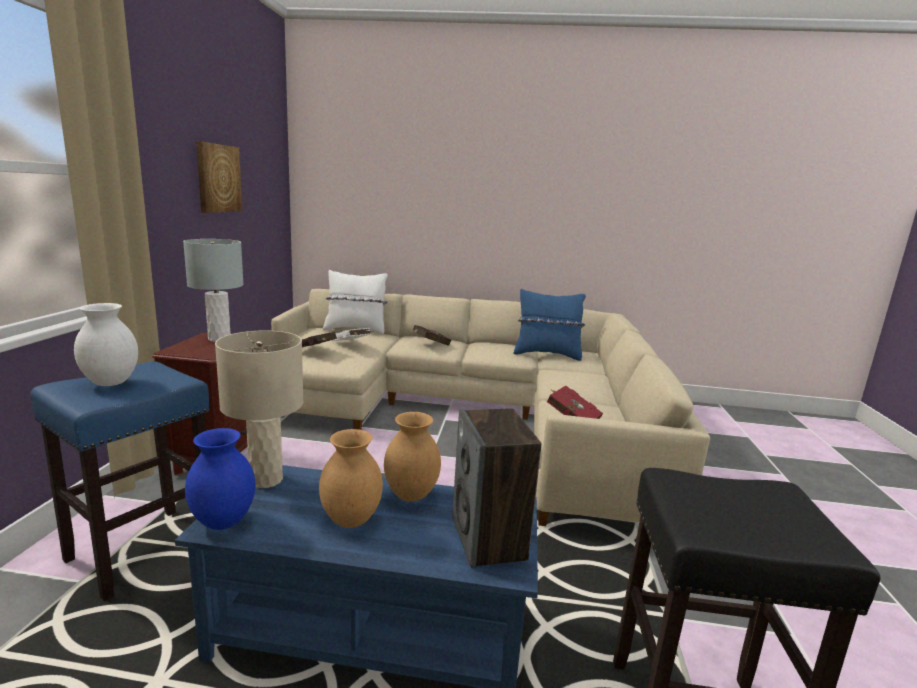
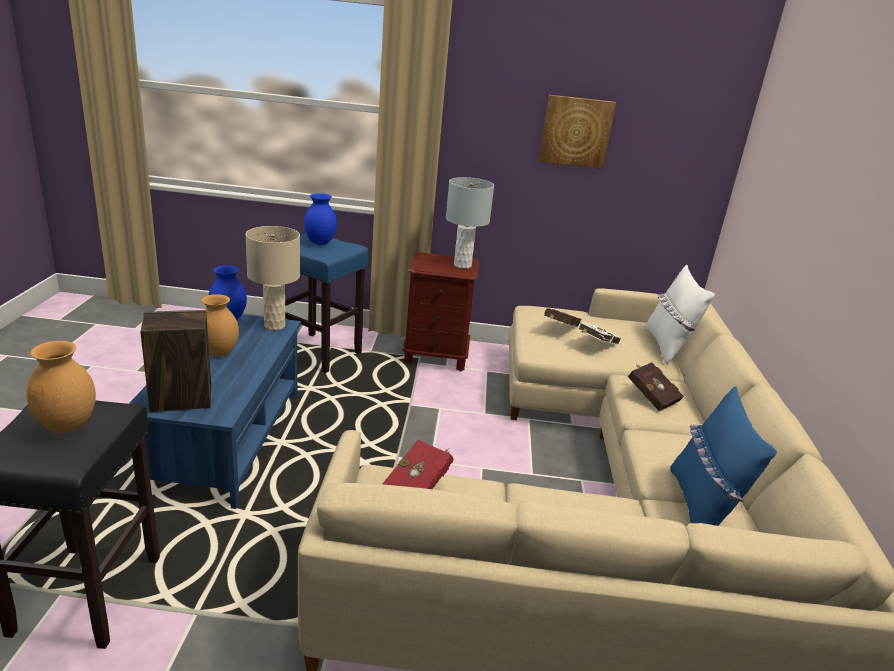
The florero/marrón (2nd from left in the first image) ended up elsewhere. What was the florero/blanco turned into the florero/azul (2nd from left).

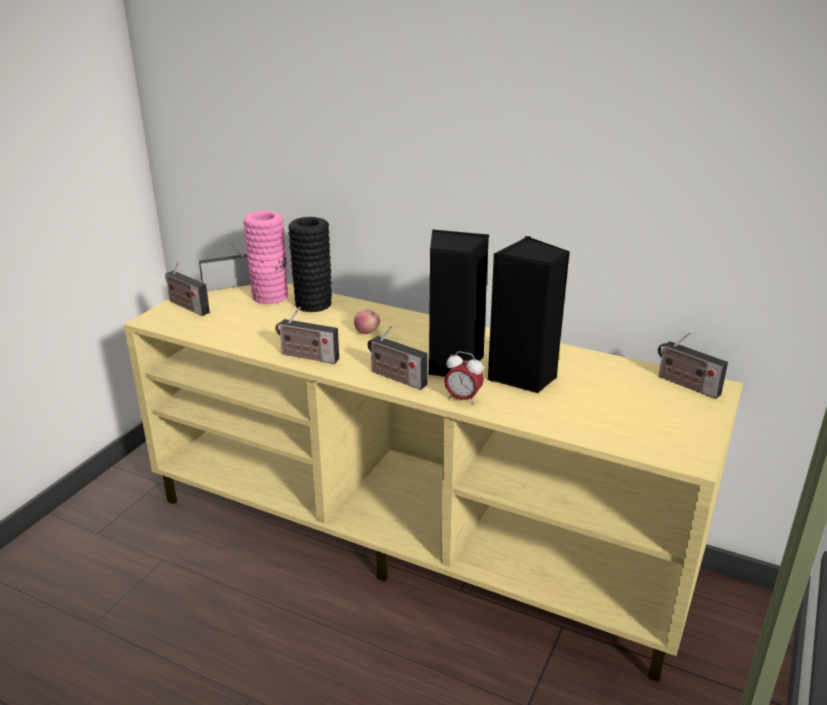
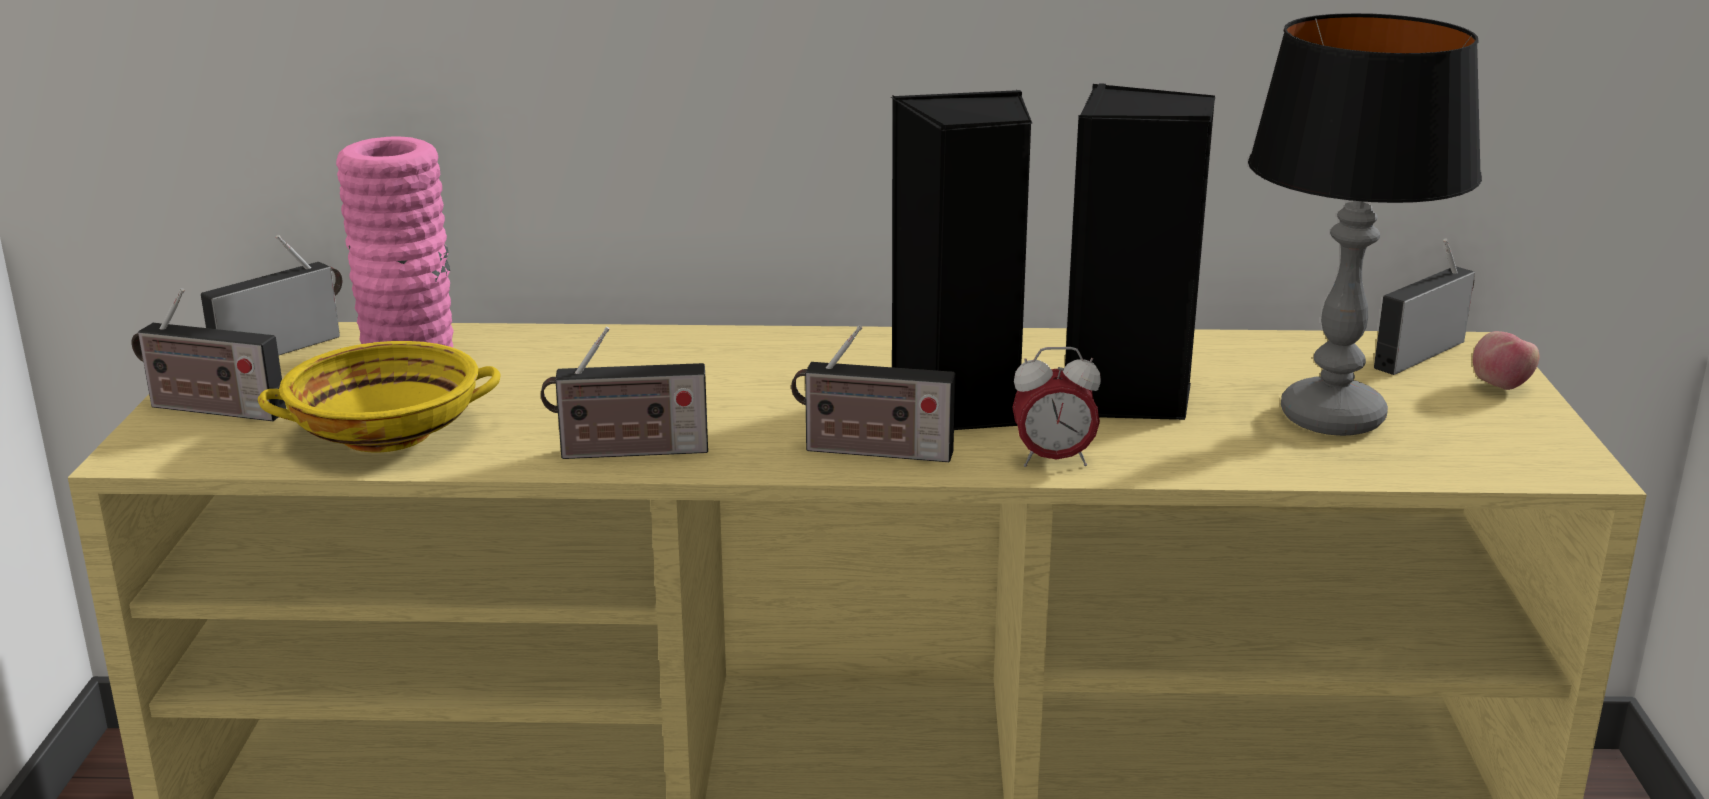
The second view lost the florero/negro. The second view gained the cuenco/amarillo. The second view gained the lámpara de mesa. The manzana ended up elsewhere. The radio (5th from left) ended up facing another way, 120 degrees clockwise from before.

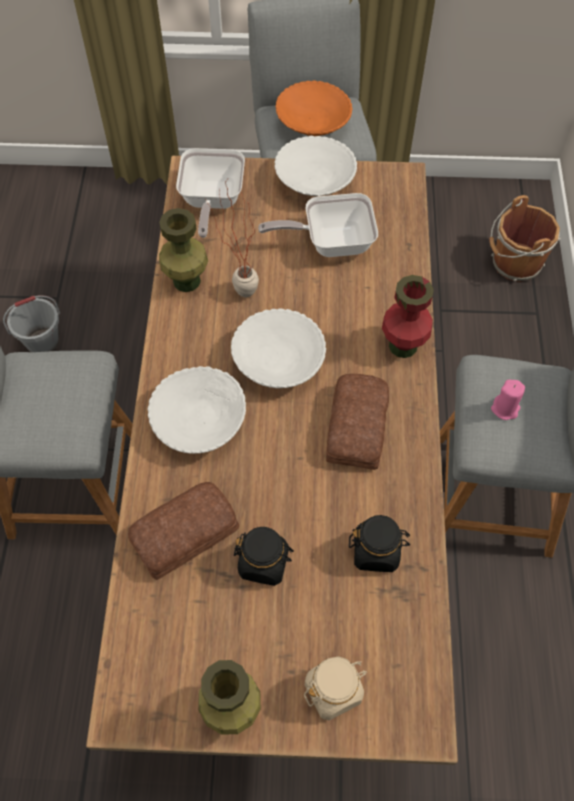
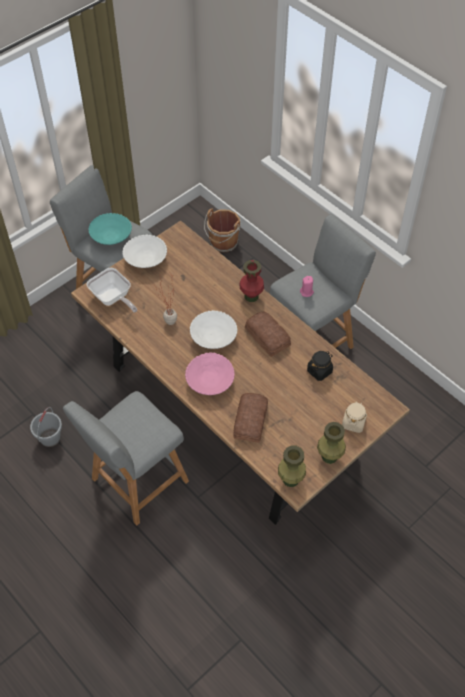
The second view lost the tarro/negro (1st from left). The second view lost the sartén (2nd from left). The florero/verde (1st from left) ended up elsewhere. What was the cuenco/blanco (1st from left) turned into the cuenco/rosa. What was the cuenco/naranja turned into the cuenco/turquesa.

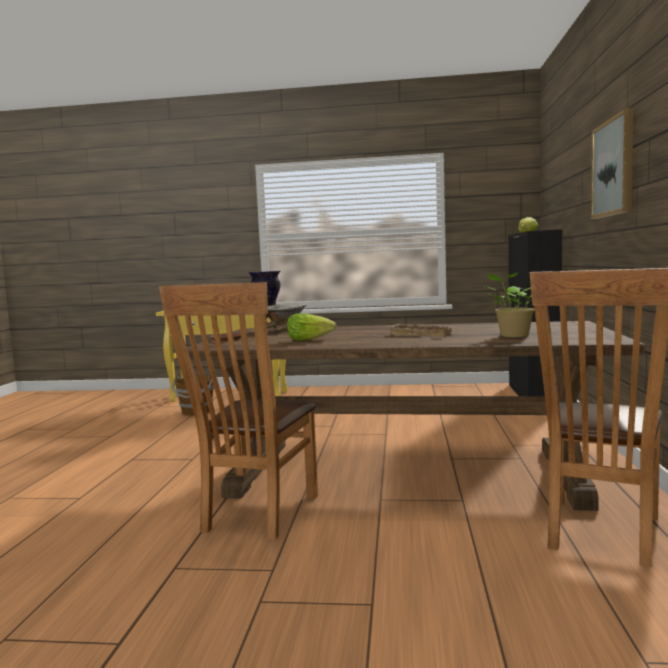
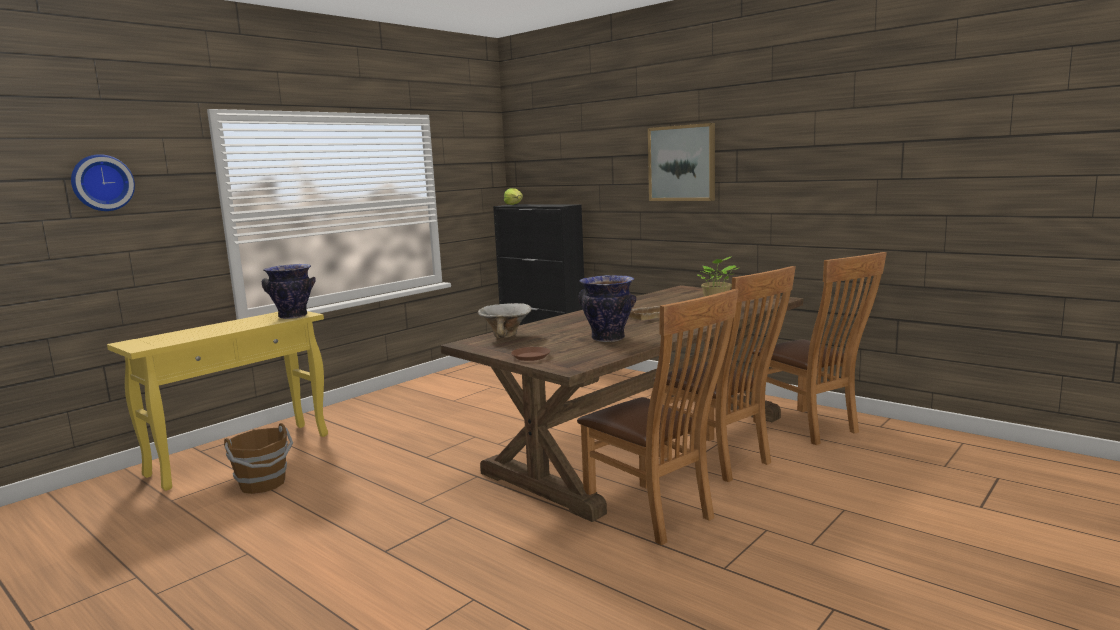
The second view gained the reloj de pared. The second view gained the silla/marrón (2nd from left). Where the lechuga (1st from left) stood, the florero (2nd from left) came to stand.

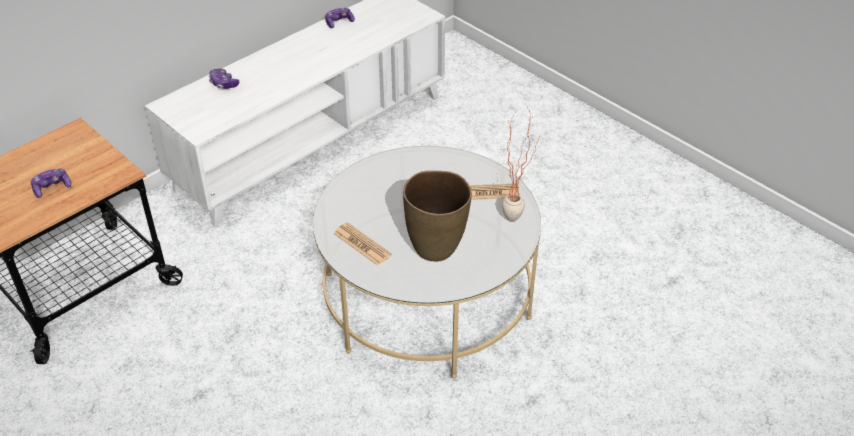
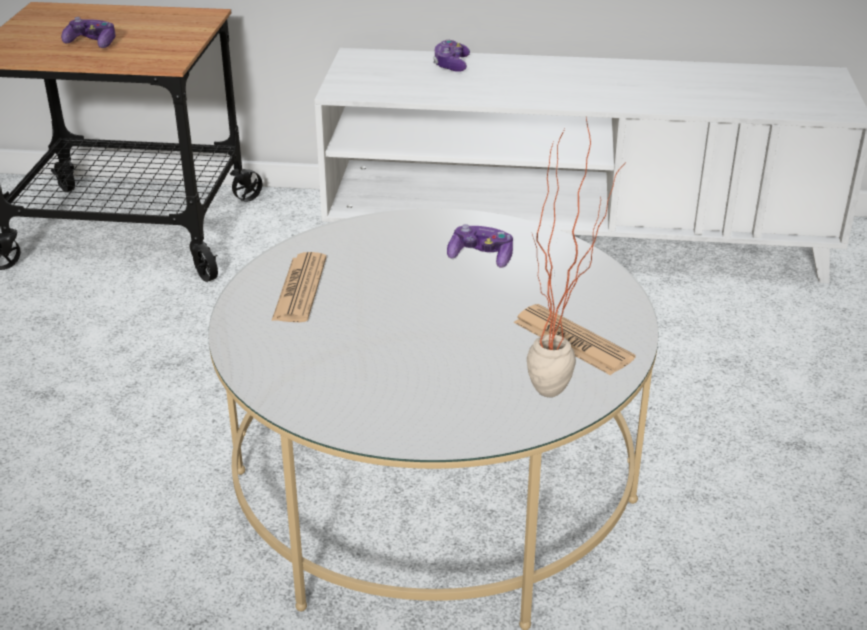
The second view lost the florero/marrón. The mando de consola (3rd from left) ended up elsewhere.

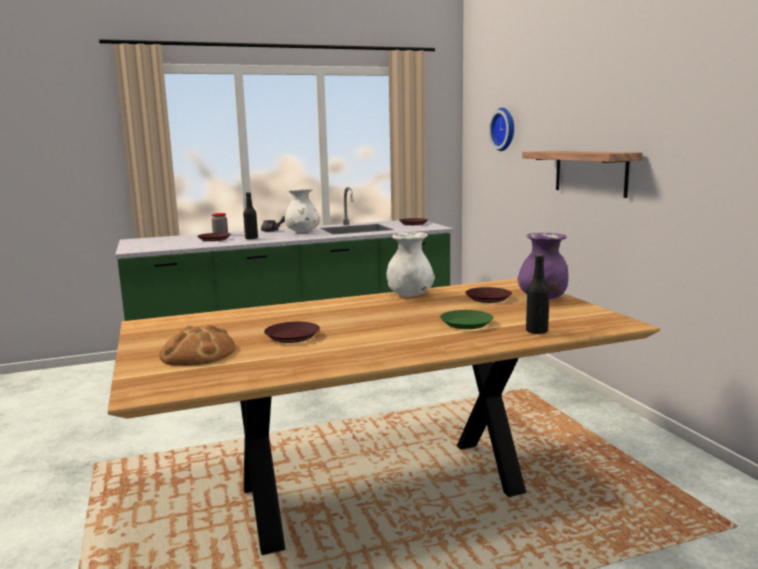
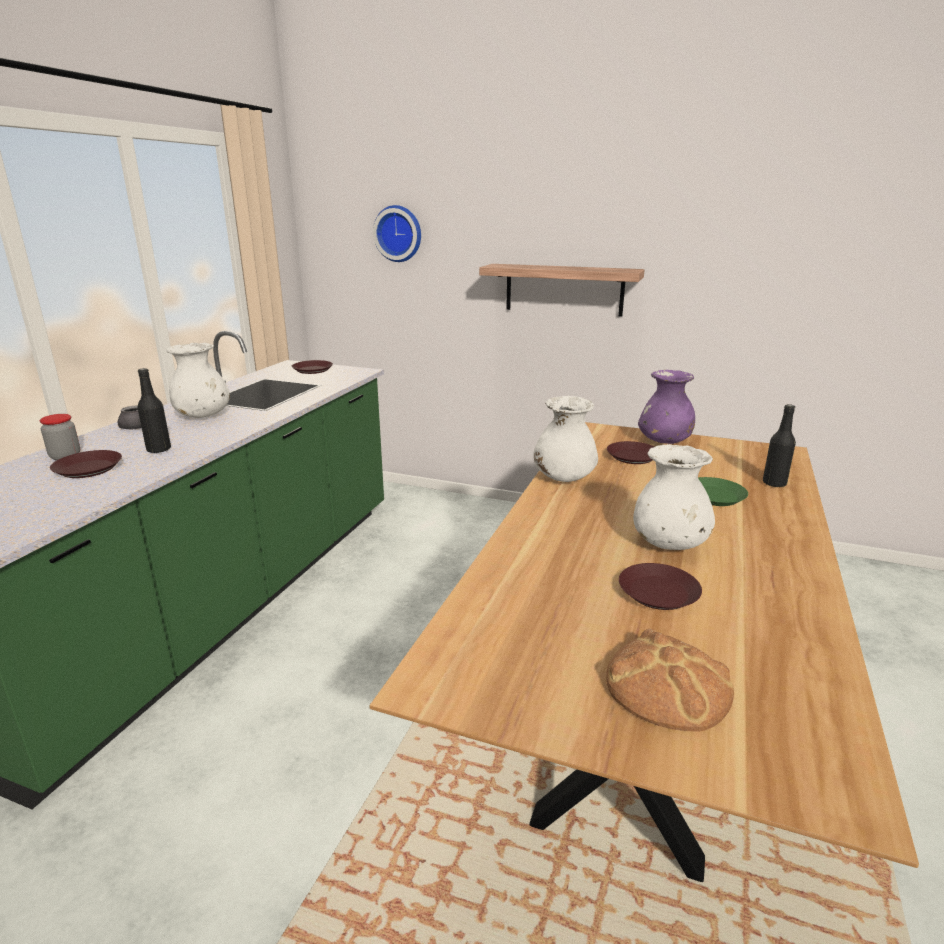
The second view gained the florero/blanco (3rd from left).

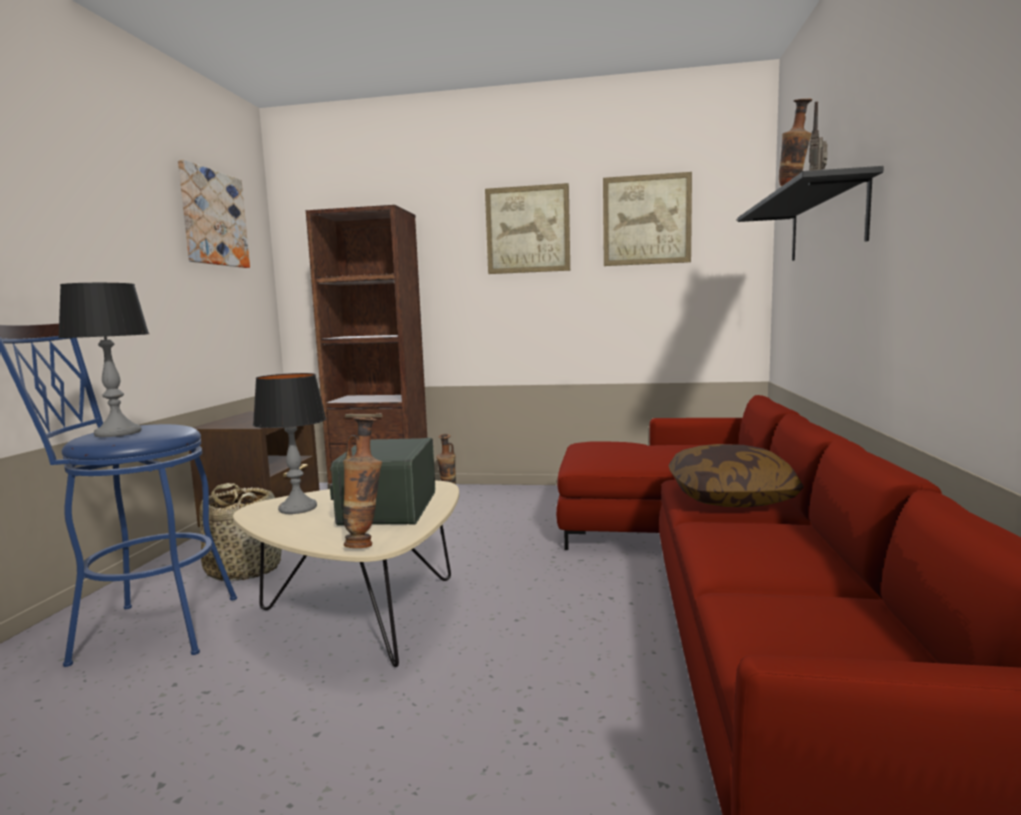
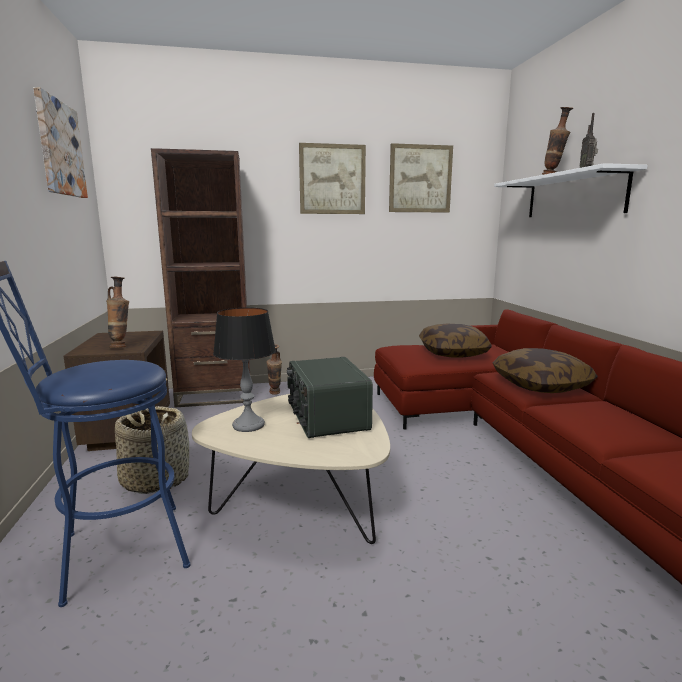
The second view lost the lámpara de mesa (1st from left). The second view gained the cojín (1st from left). The florero (1st from left) ended up elsewhere. What was the estante/negro turned into the estante/blanco.

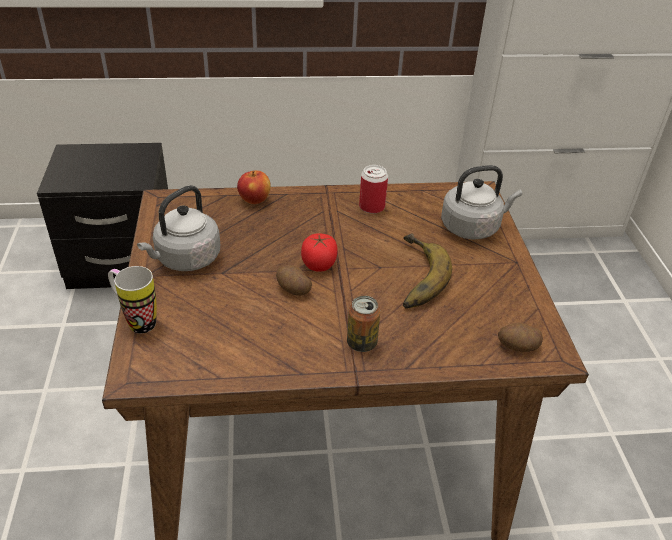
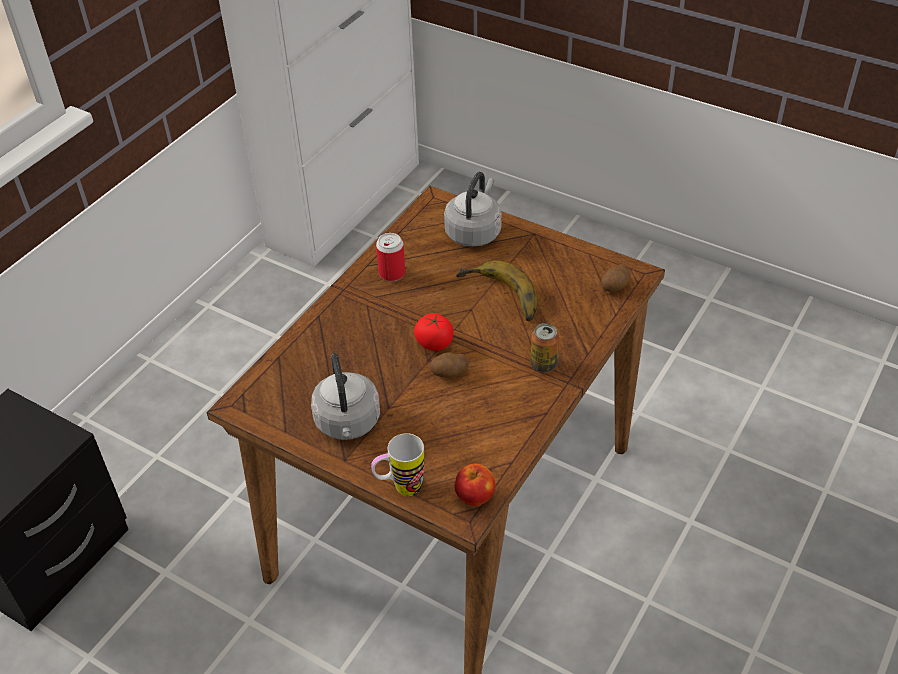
The manzana ended up elsewhere.

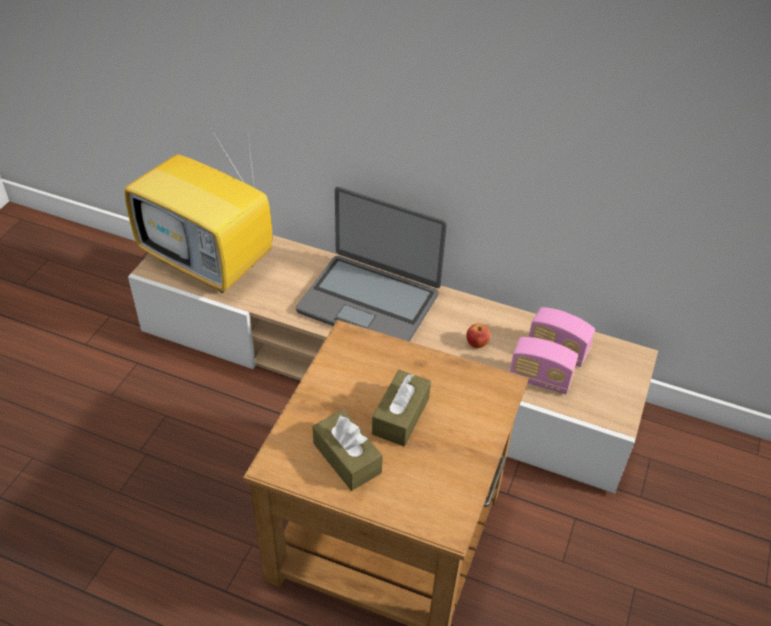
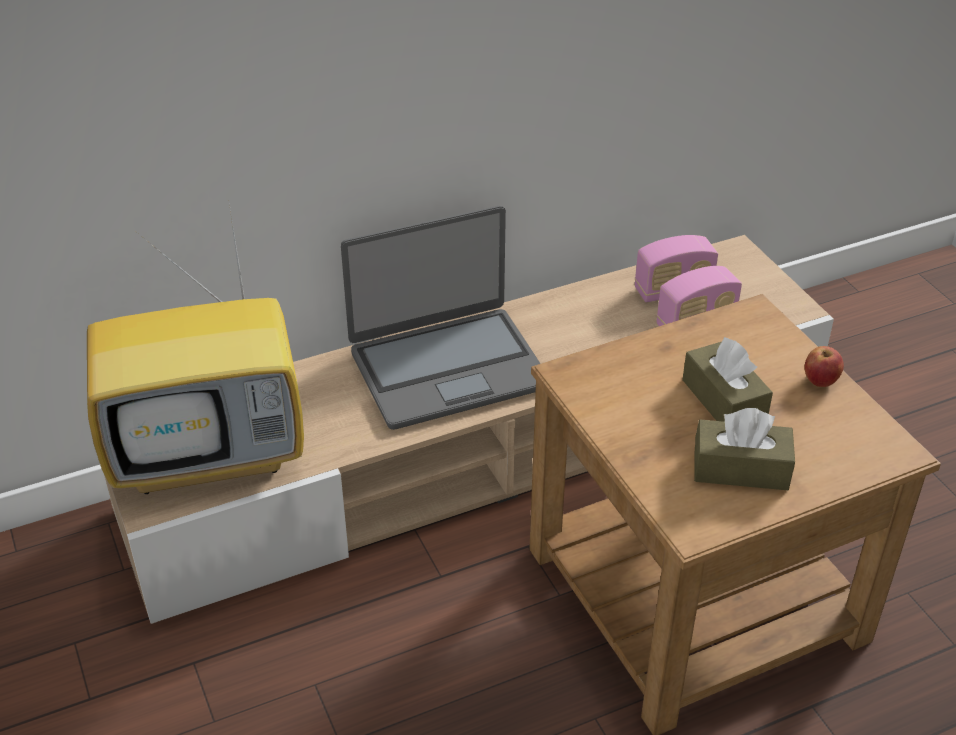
The manzana ended up elsewhere.

